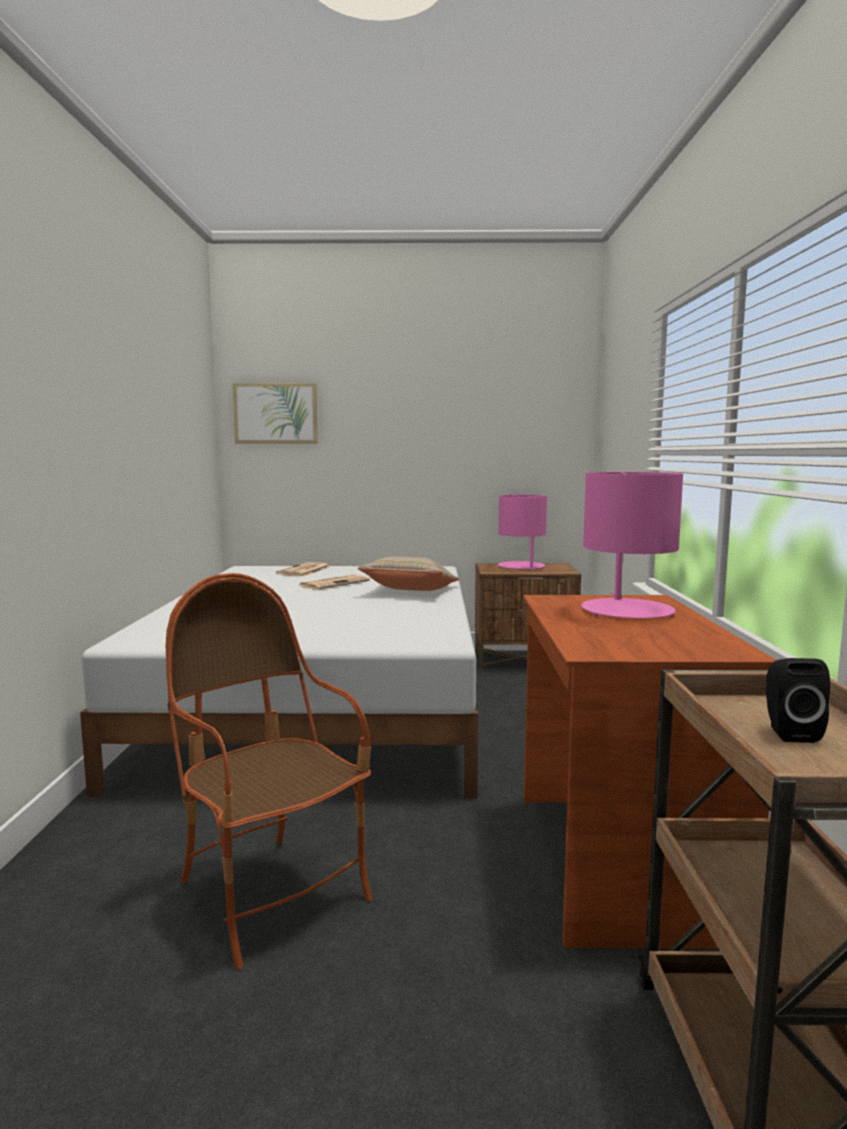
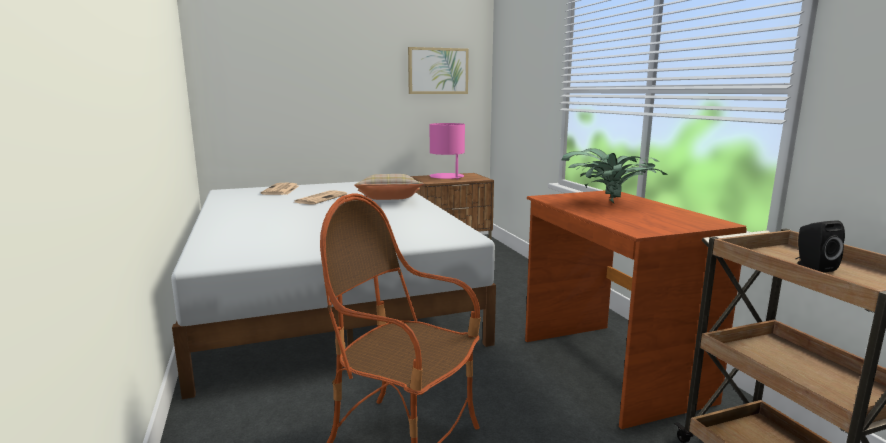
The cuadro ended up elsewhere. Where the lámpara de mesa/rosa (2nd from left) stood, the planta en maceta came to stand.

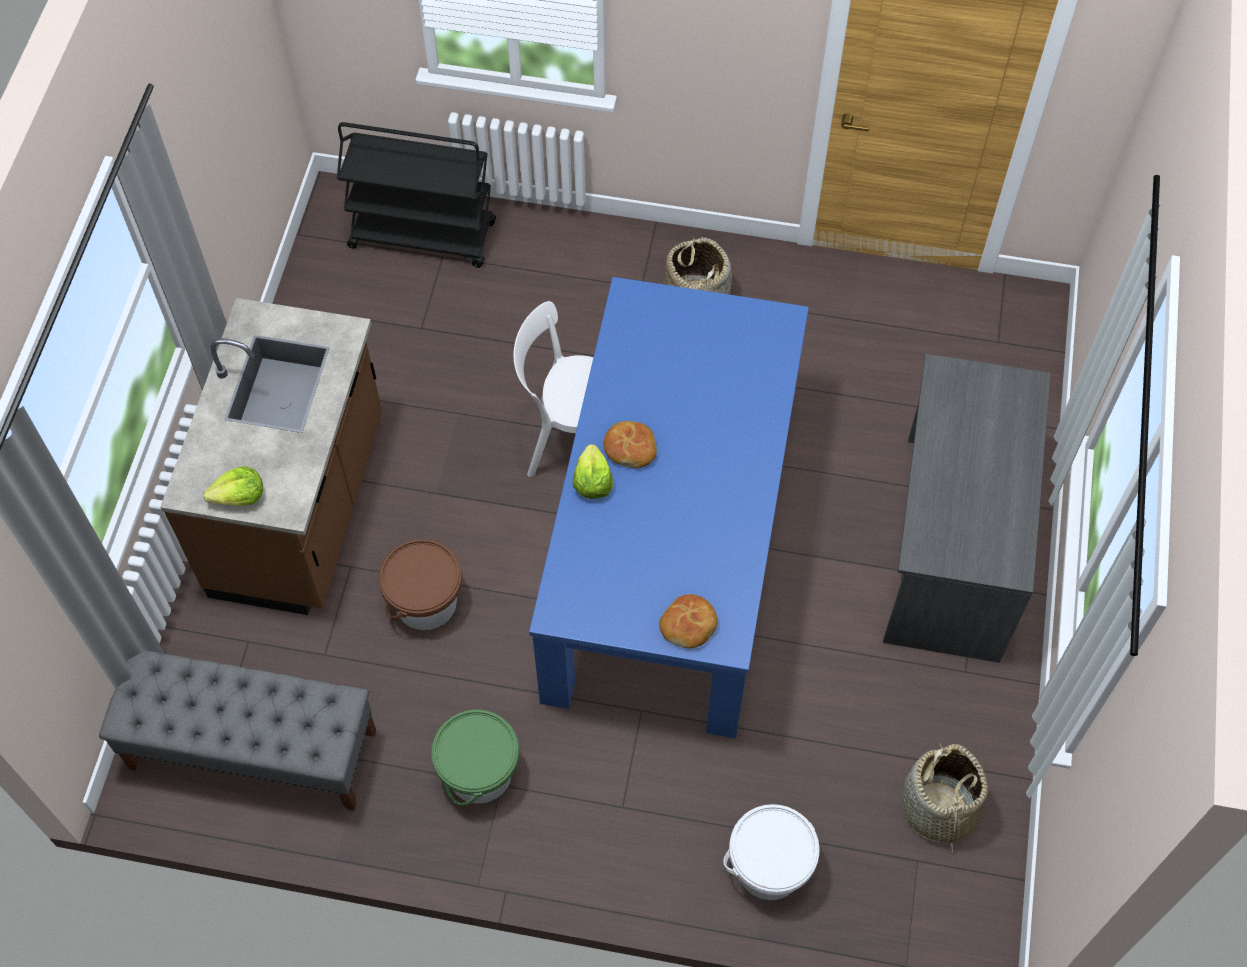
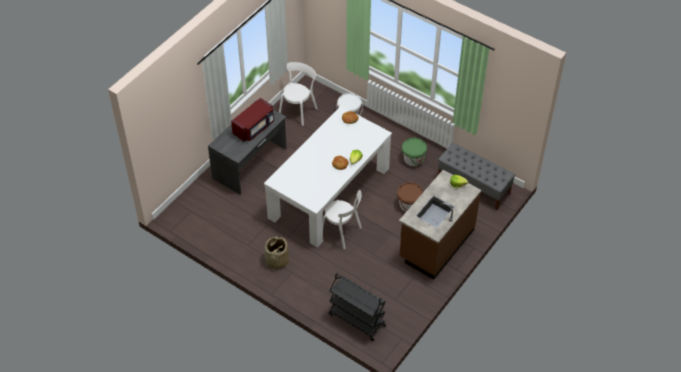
The second view gained the microondas/rojo. Where the cesta (2nd from left) stood, the silla/blanco (1st from left) came to stand. What was the mesa de comedor/azul turned into the mesa de comedor/blanco.

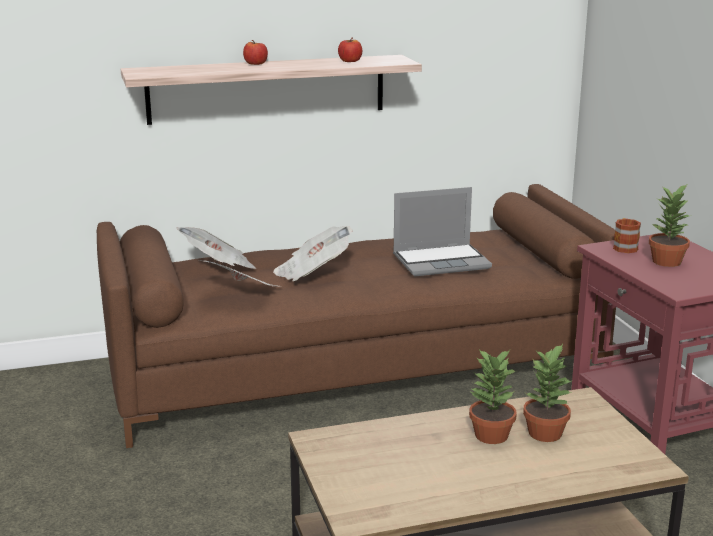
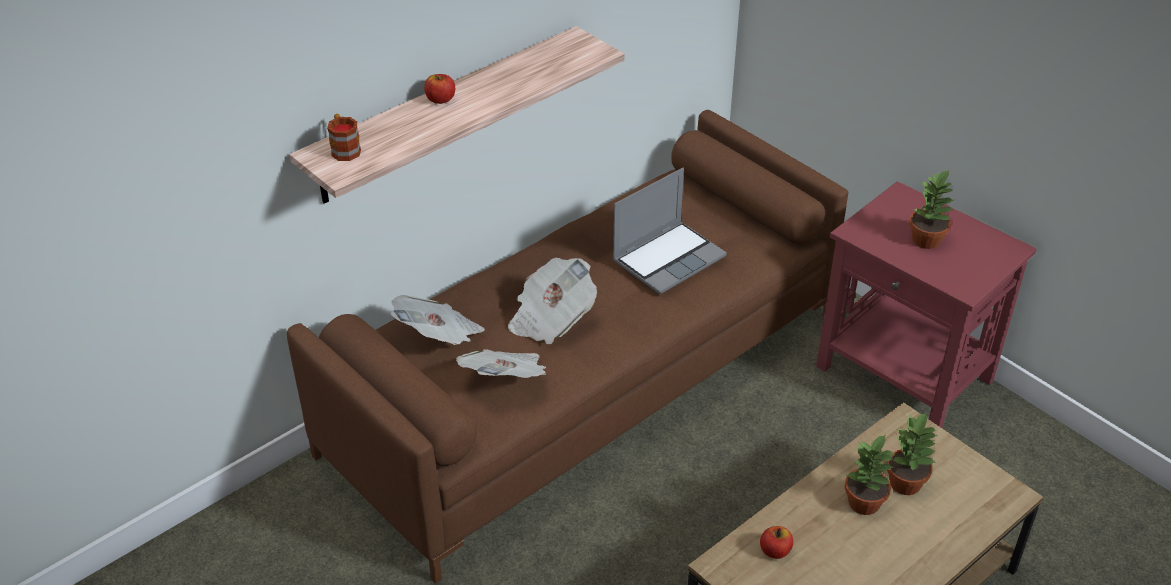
The manzana (2nd from left) ended up elsewhere. The taza grande ended up elsewhere.

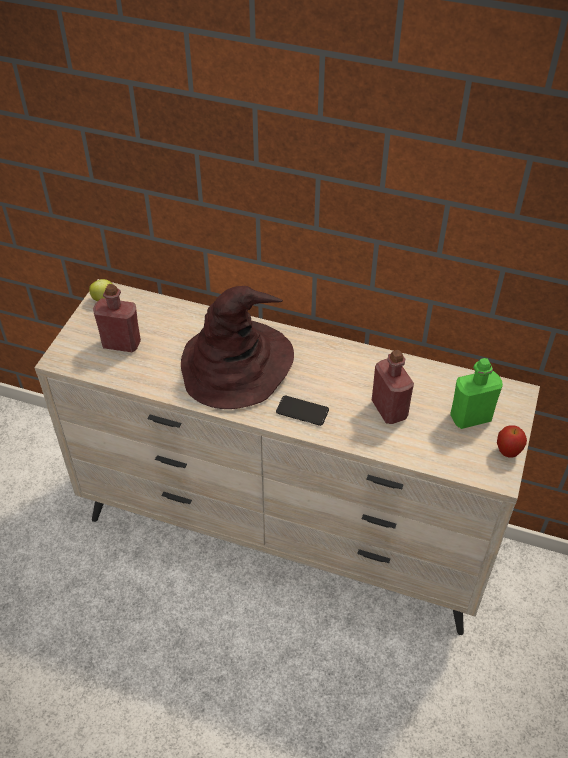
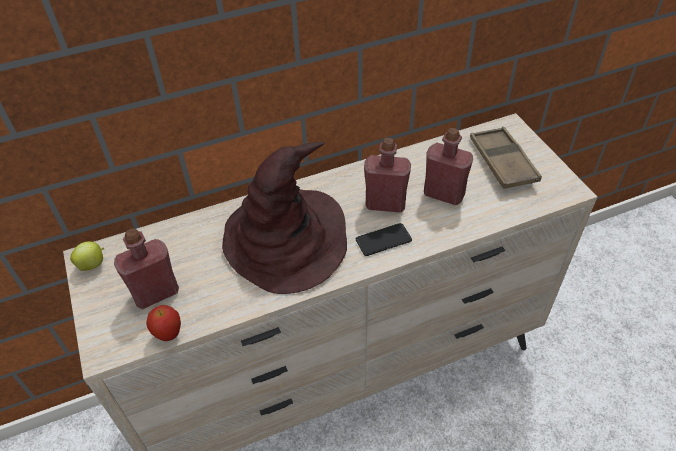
The second view gained the botella/rojo (2nd from left). The manzana (2nd from left) ended up elsewhere. Where the botella/verde stood, the bandeja/marrón came to stand.

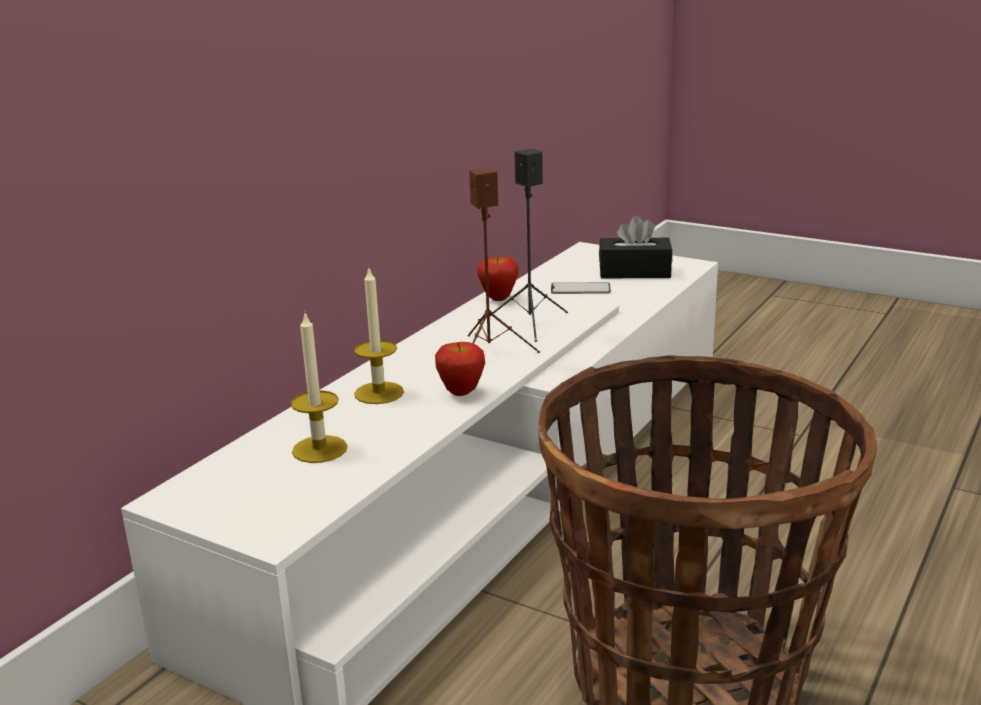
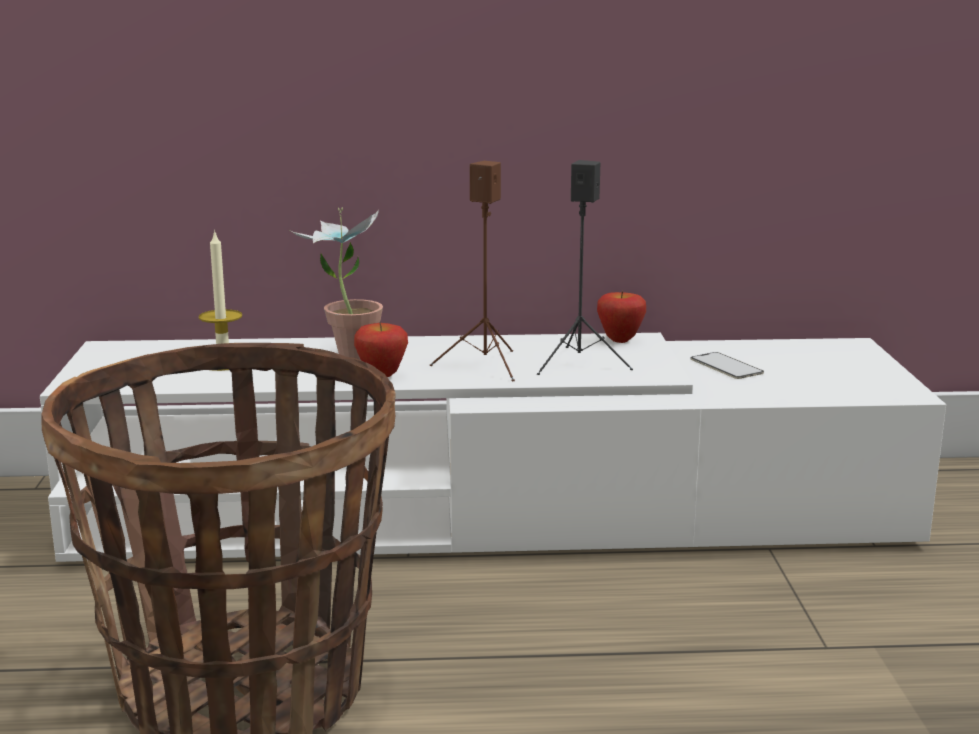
The second view lost the caja de pañuelos/negro. Where the vela (2nd from left) stood, the planta en maceta came to stand.

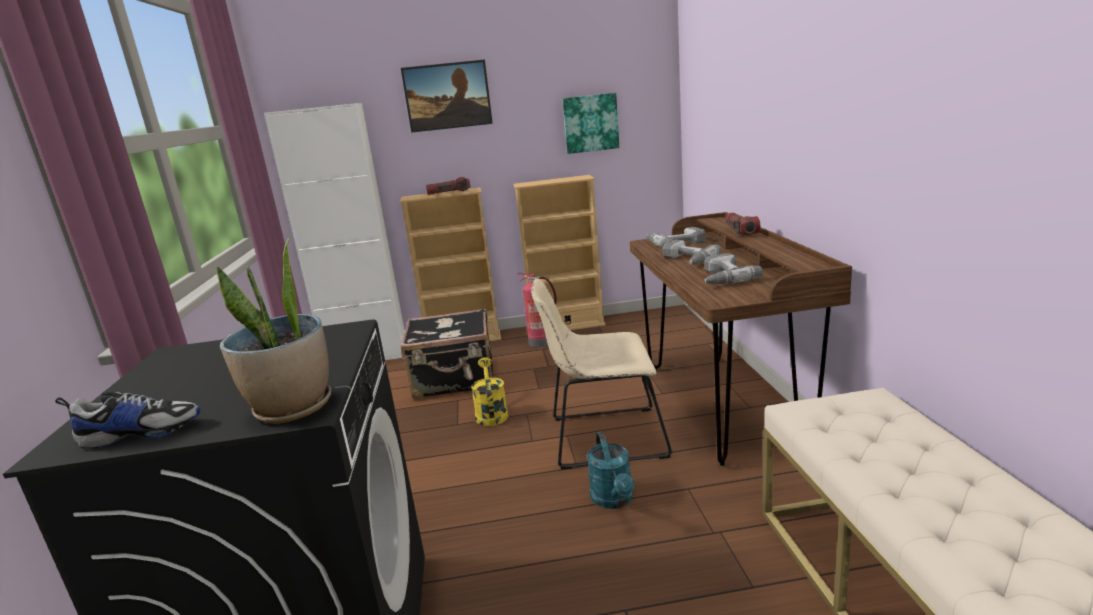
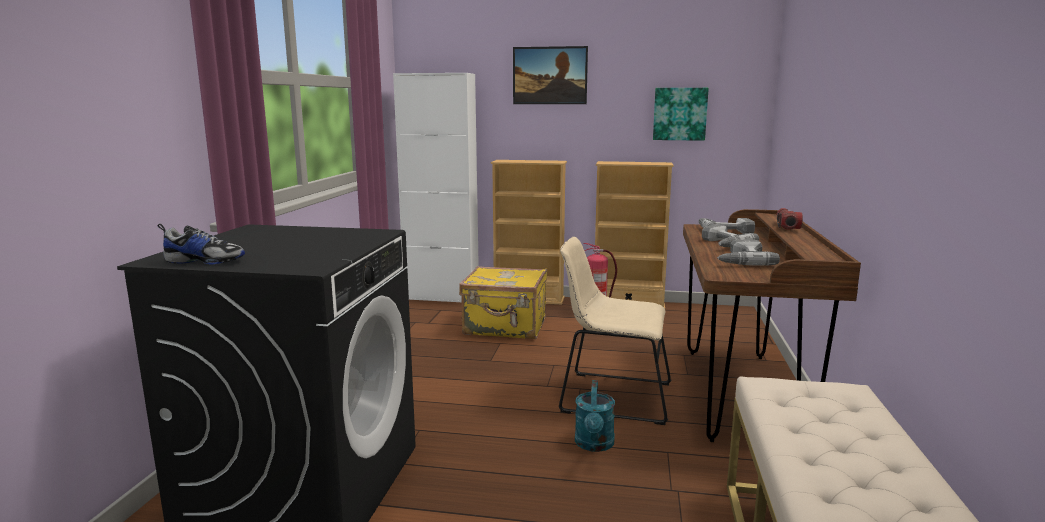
The second view lost the planta en maceta. The second view lost the linterna (1st from left). The second view lost the regadera/amarillo. What was the maleta/negro turned into the maleta/amarillo.

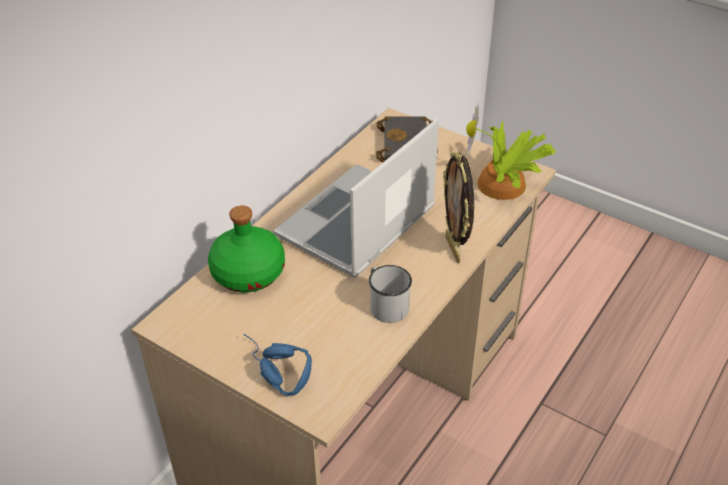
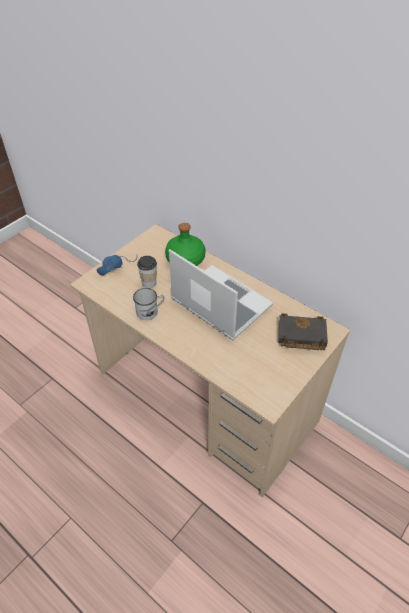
The second view lost the portarretratos. The second view lost the planta en maceta. The second view gained the taza.

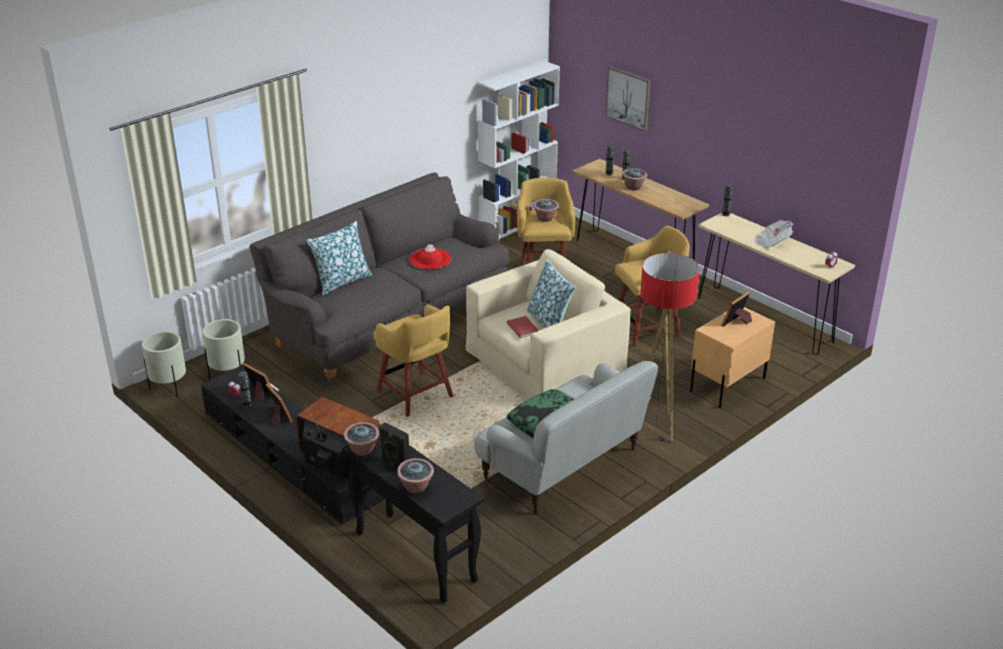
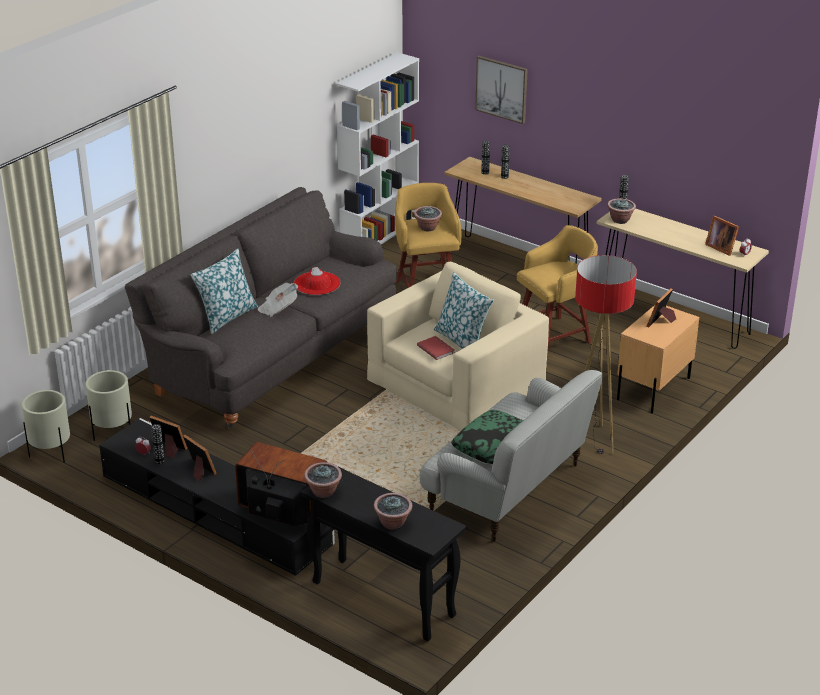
The second view lost the taburete/amarillo (1st from left). The second view lost the altavoz/negro. The second view gained the portarretratos (4th from left). The planta en maceta (4th from left) ended up elsewhere. The periódico ended up elsewhere.

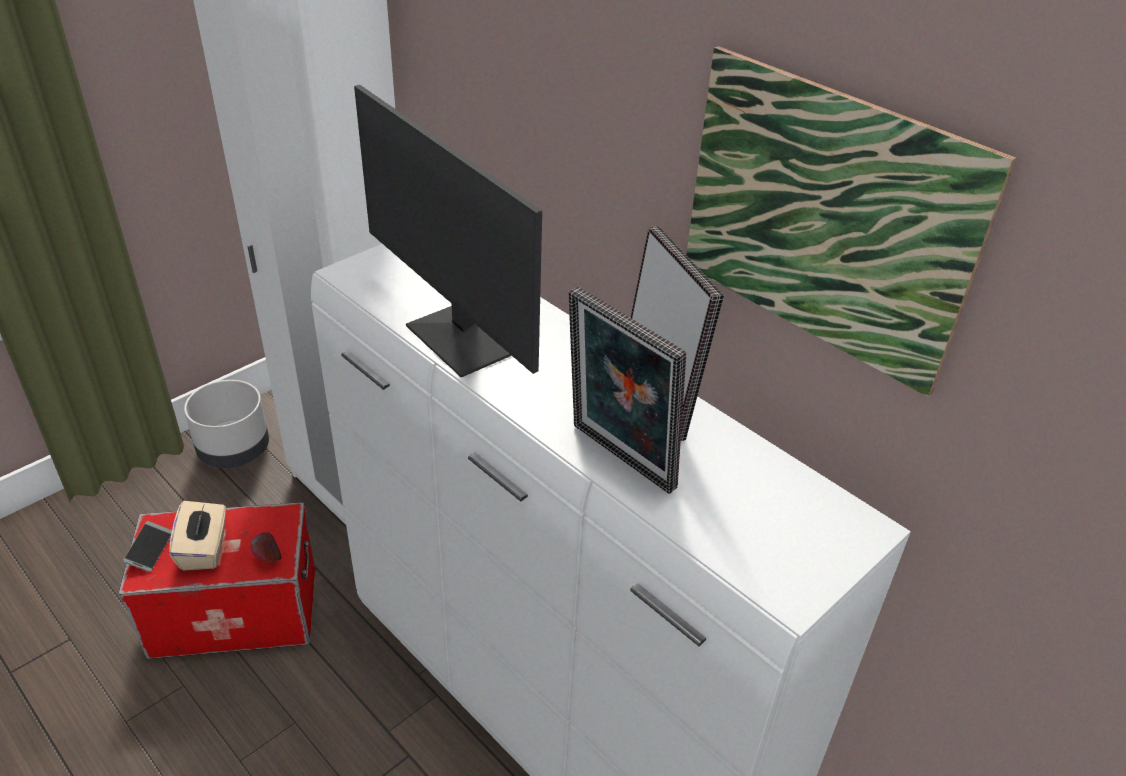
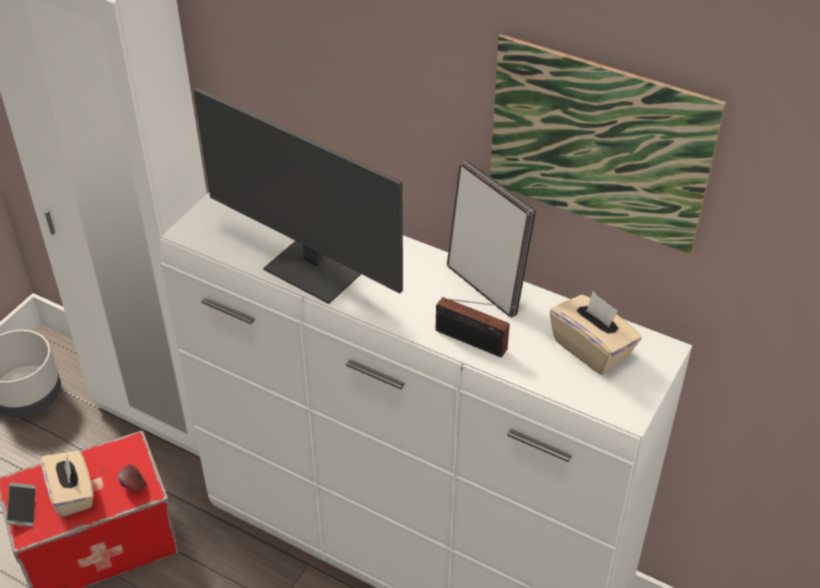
The second view gained the caja de pañuelos/beis (2nd from left). Where the portarretratos (1st from left) stood, the radio came to stand.

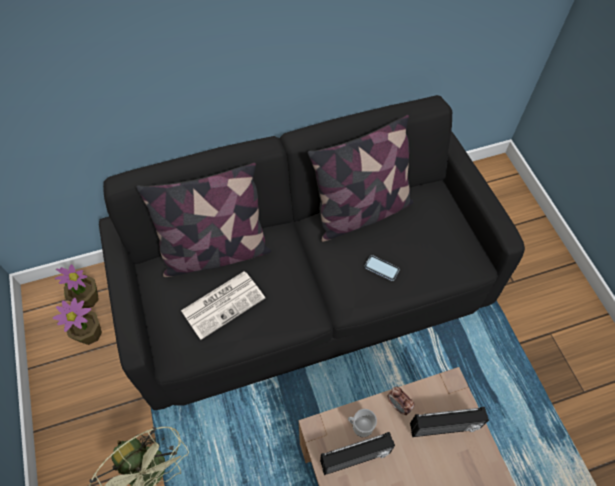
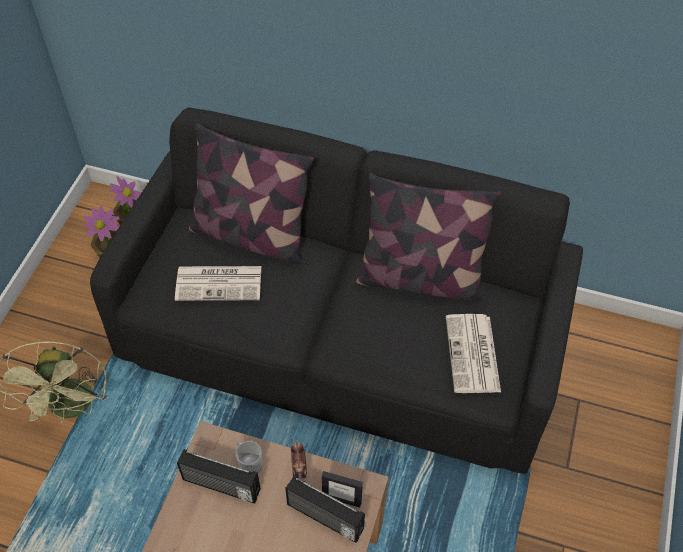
The second view lost the móvil. The second view gained the portarretratos. The second view gained the periódico (2nd from left).

